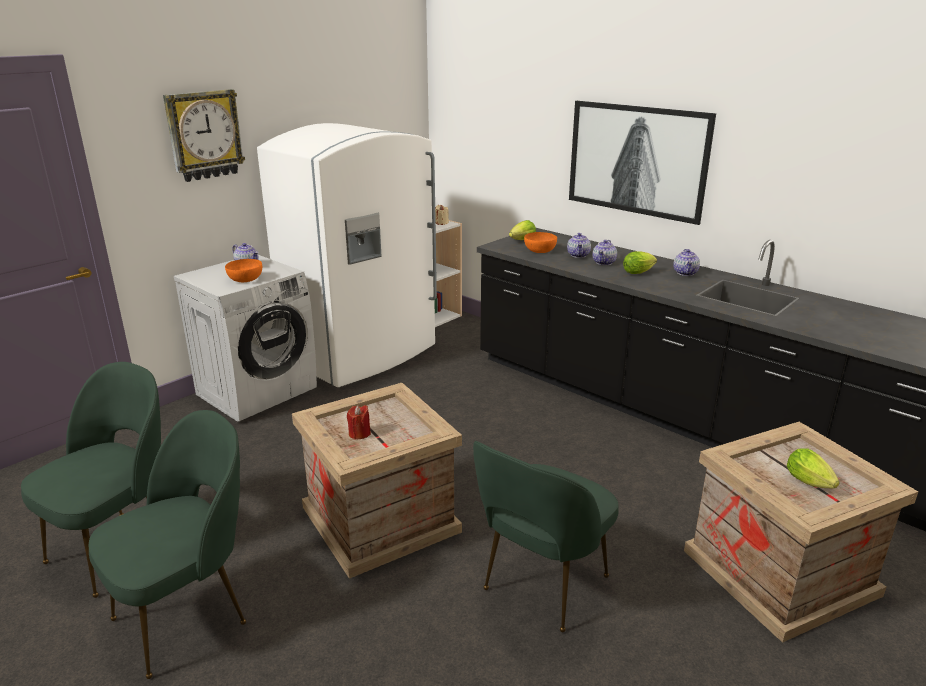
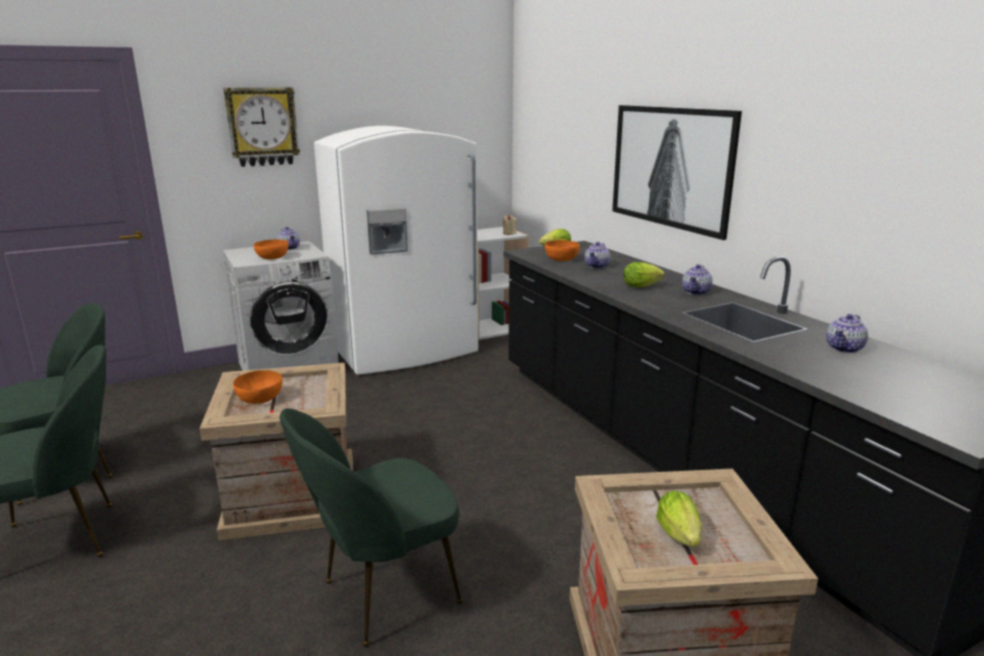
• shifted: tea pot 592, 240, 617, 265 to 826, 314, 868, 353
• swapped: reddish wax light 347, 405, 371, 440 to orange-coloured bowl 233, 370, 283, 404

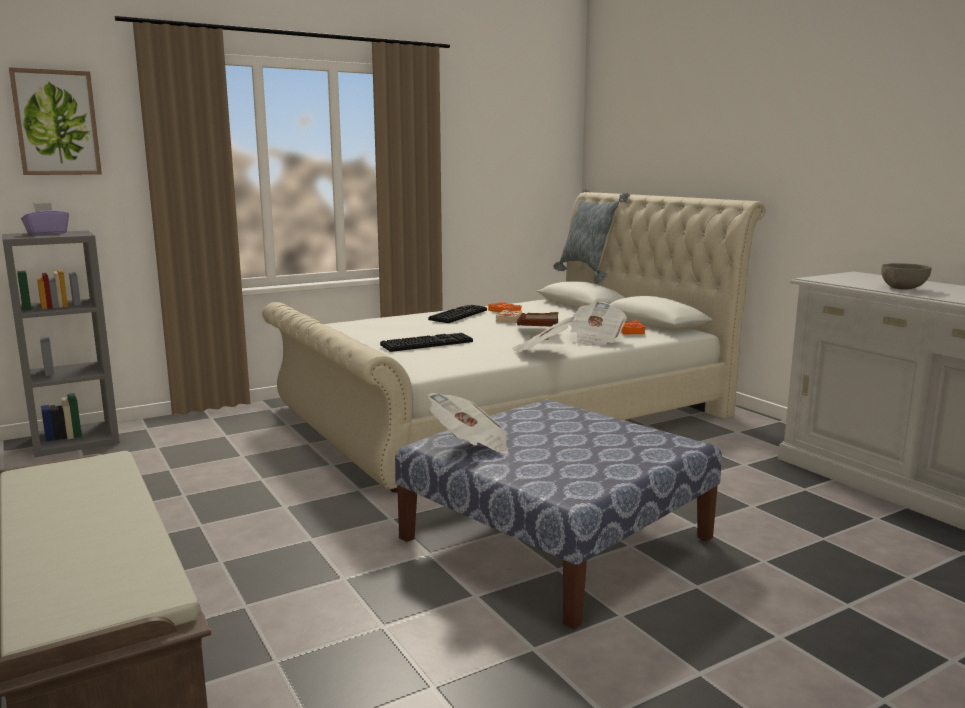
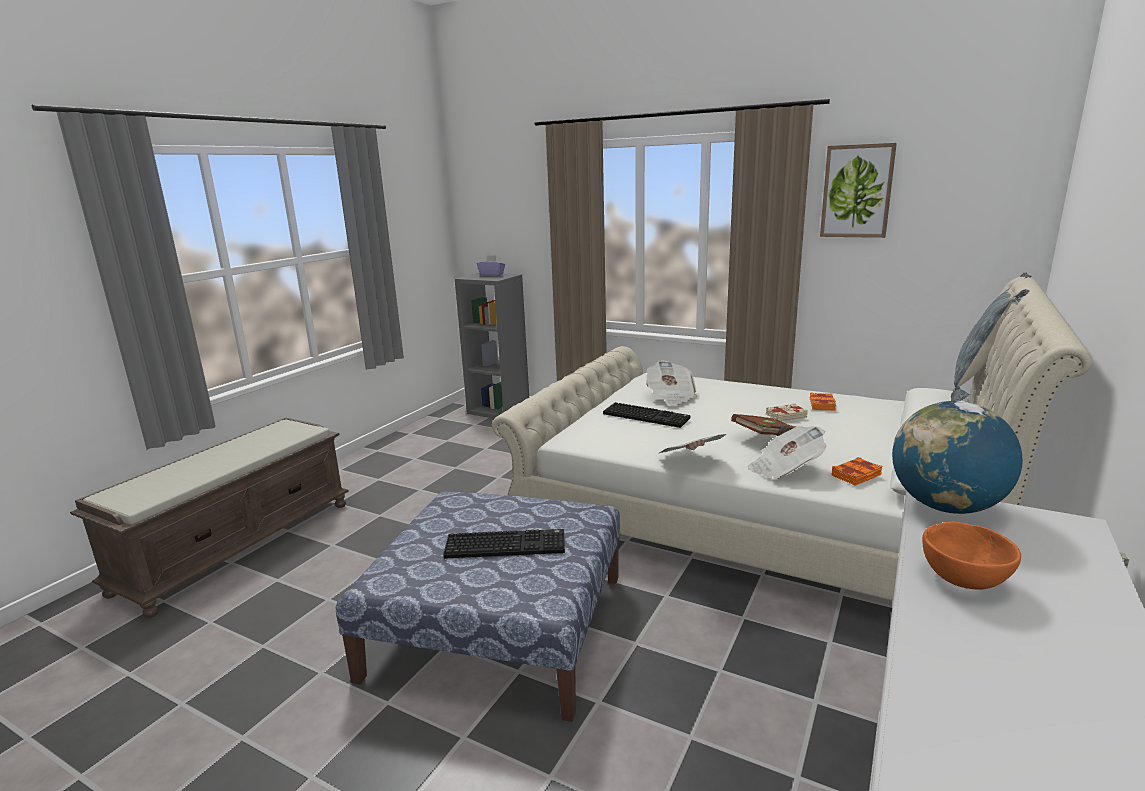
• new: world globe 892, 401, 1023, 514
• shifted: wall picture 9, 67, 102, 175 to 820, 143, 897, 238
• shifted: PC keyboard 428, 305, 487, 323 to 443, 529, 565, 559
• shifted: daily paper 428, 393, 508, 454 to 646, 360, 697, 406
• repainted: gray bowl 881, 263, 931, 289 to orange-coloured bowl 922, 522, 1021, 590

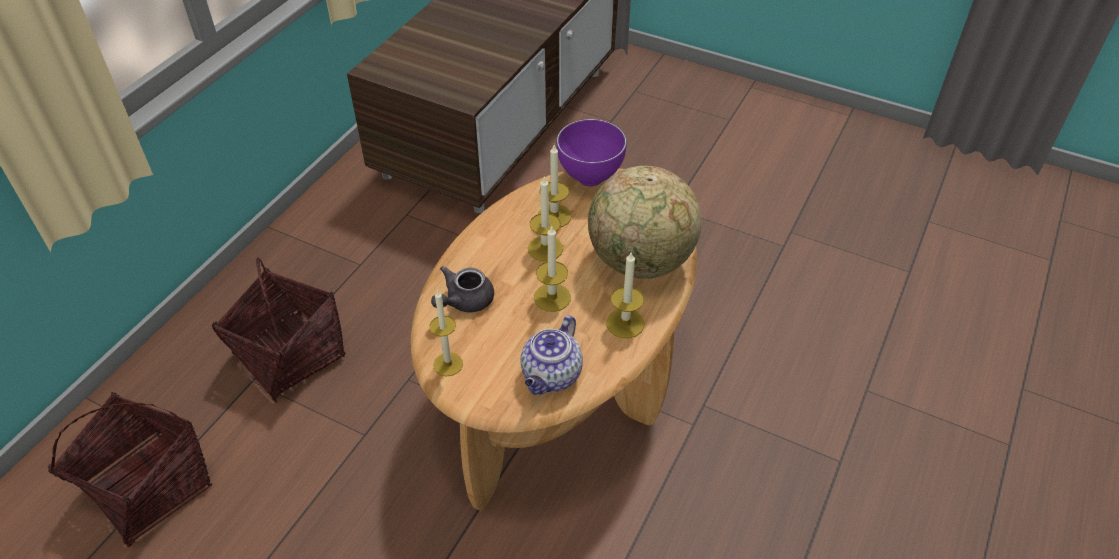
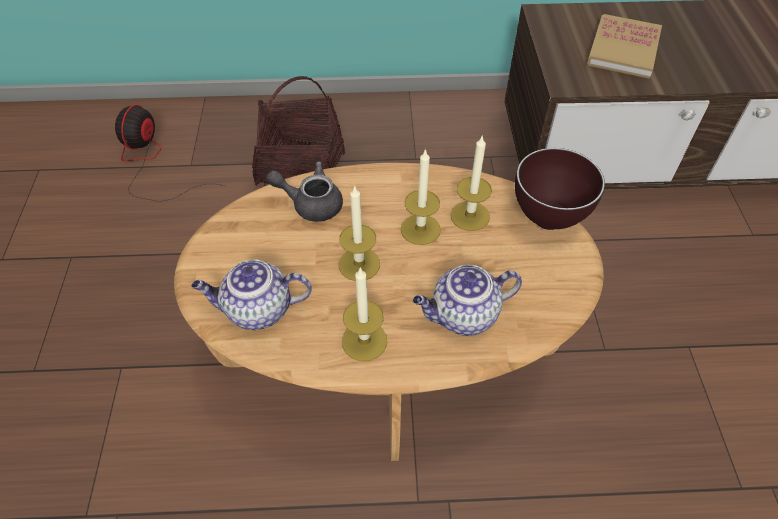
• gone: wax light 429, 290, 463, 376
• new: book 587, 14, 662, 79
• swapped: storage basket 48, 392, 212, 547 to cooling fan 115, 105, 225, 202
• swapped: world globe 588, 166, 702, 279 to tea pot 413, 265, 522, 336
• repainted: purple bowl 556, 119, 627, 186 to brown bowl 515, 148, 605, 230

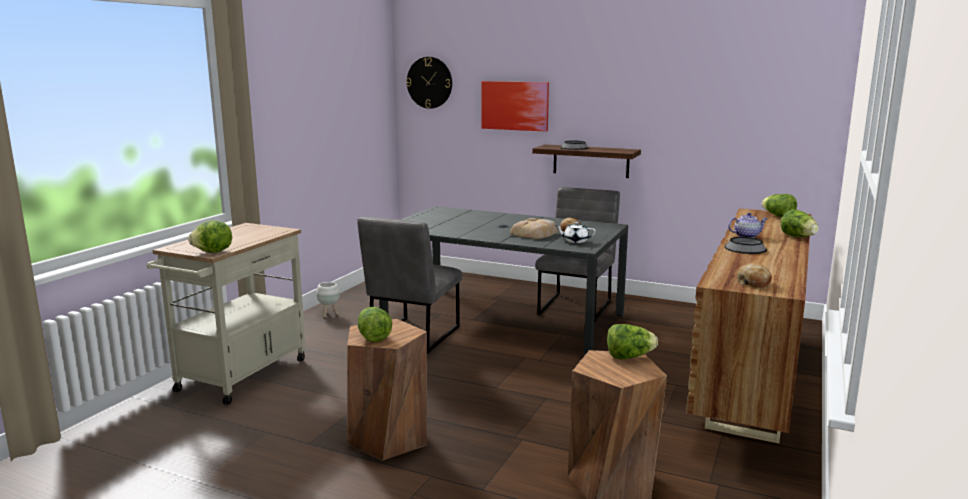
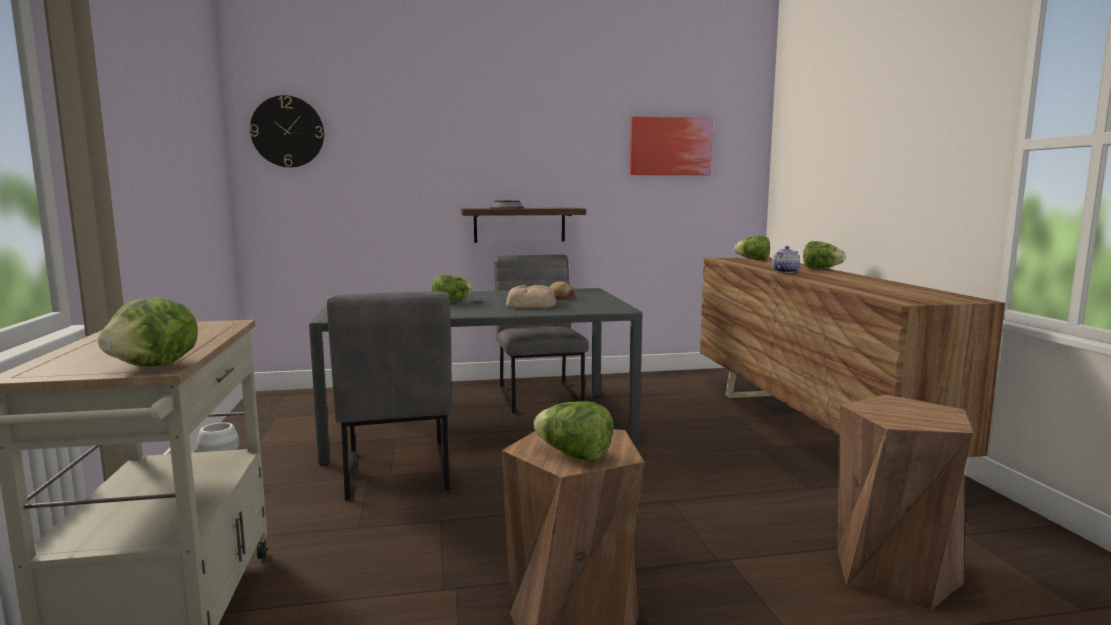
• gone: white-coloured tea pot 555, 222, 596, 243
• gone: bowl 724, 237, 767, 254
• gone: baked bread 737, 263, 772, 288
• shifted: wall picture 481, 81, 549, 132 to 630, 117, 713, 175
• shifted: lettuce head 607, 324, 658, 359 to 431, 275, 473, 303

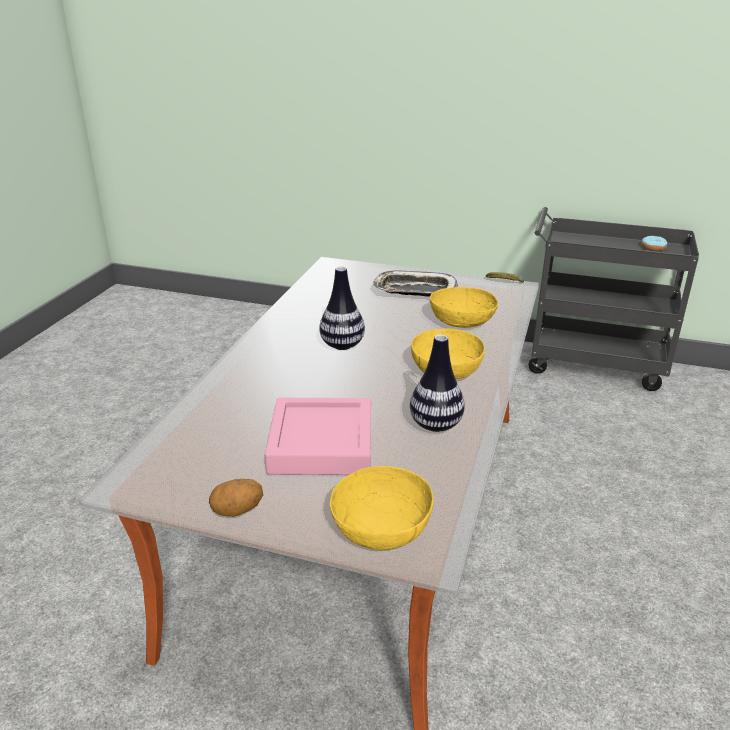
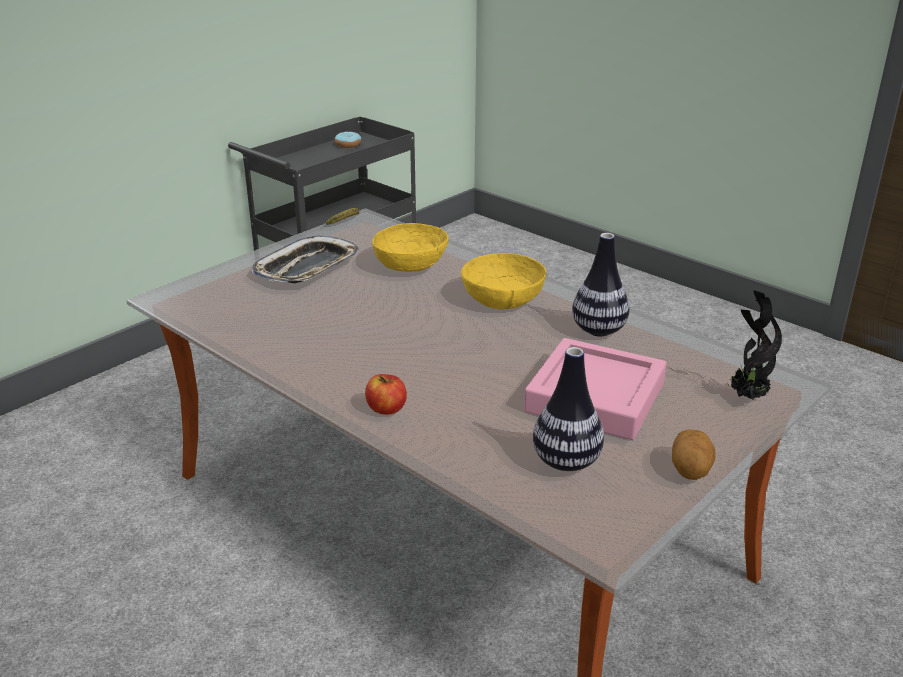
• new: apple fruit 365, 374, 407, 415
• shifted: flower vase 320, 266, 365, 350 to 533, 347, 604, 471
• swapped: yellow bowl 330, 466, 434, 550 to plant in a pot 728, 290, 782, 400

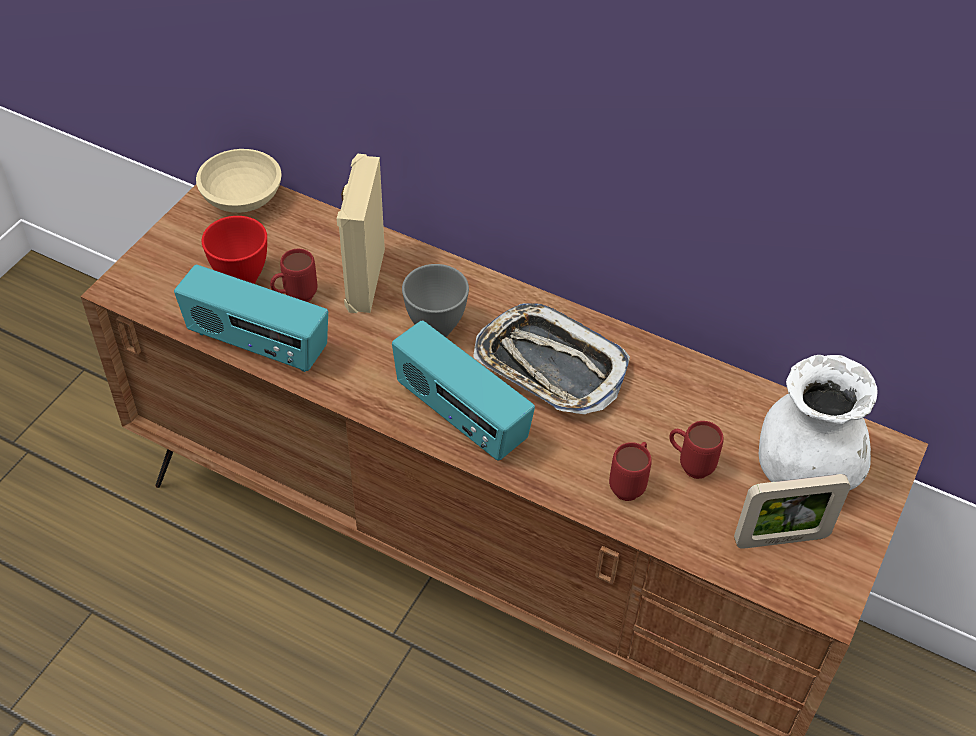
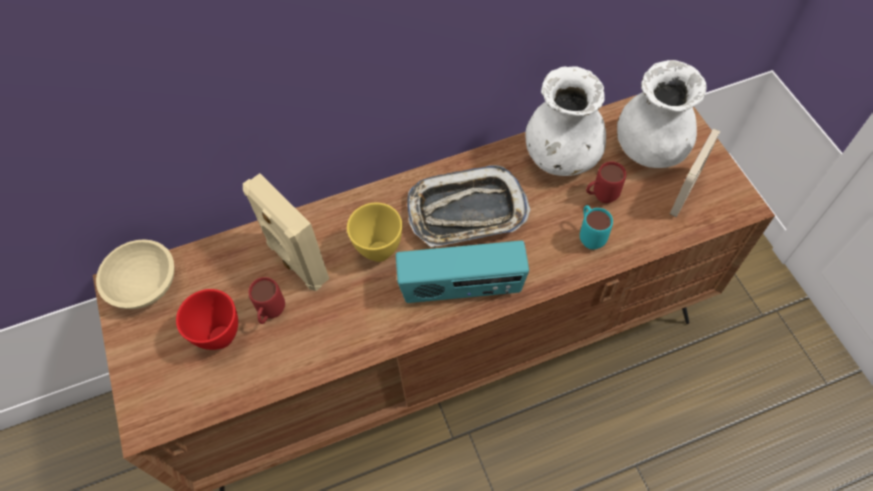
• gone: radio 174, 265, 328, 372
• new: white-coloured flower vase 525, 66, 606, 176
• repainted: gray bowl 402, 264, 469, 337 to yellow bowl 347, 203, 402, 262
• repainted: reddish coffee mug 609, 442, 652, 501 to turquoise-coloured coffee mug 580, 205, 613, 250

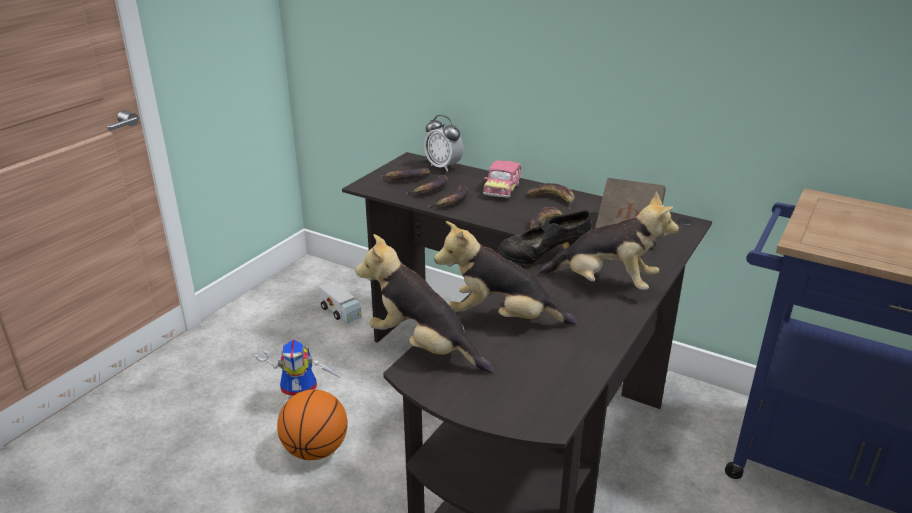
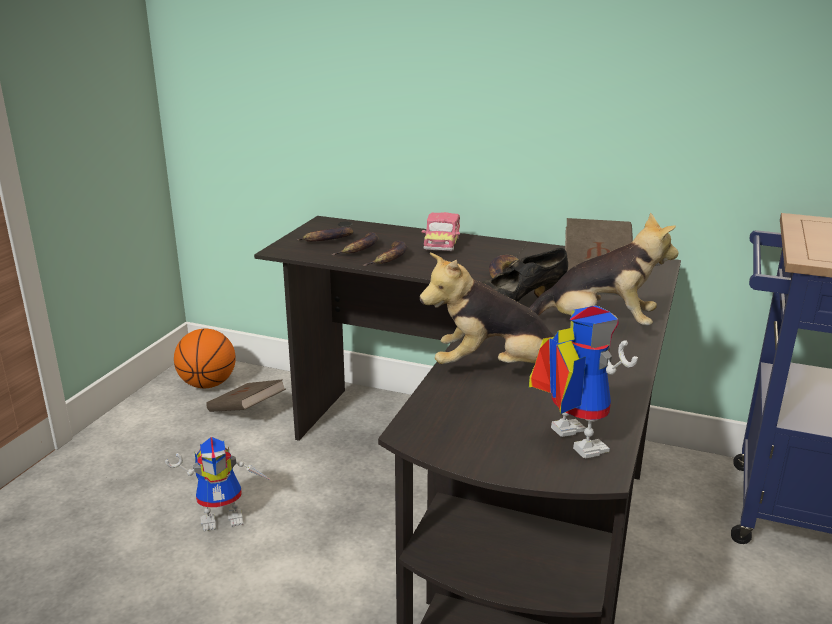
• gone: plush toy 355, 234, 495, 373
• gone: table clock 424, 115, 463, 172
• gone: whole banana 526, 183, 575, 210
• new: toy robot 529, 305, 638, 459
• shifted: basketball 277, 389, 348, 460 to 174, 329, 236, 388
• swapped: model truck 319, 281, 362, 323 to brown book 206, 379, 286, 412

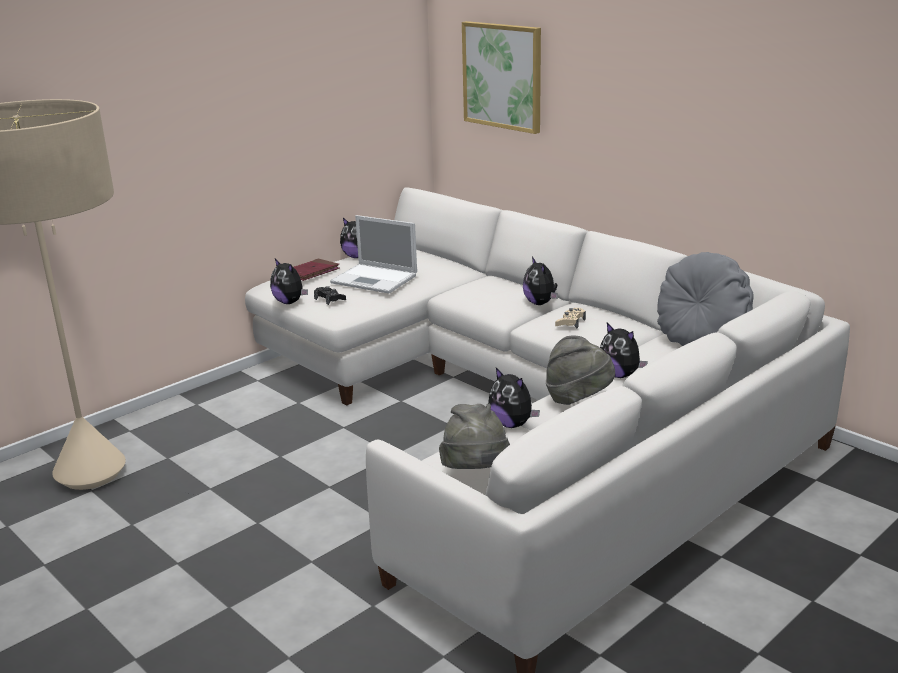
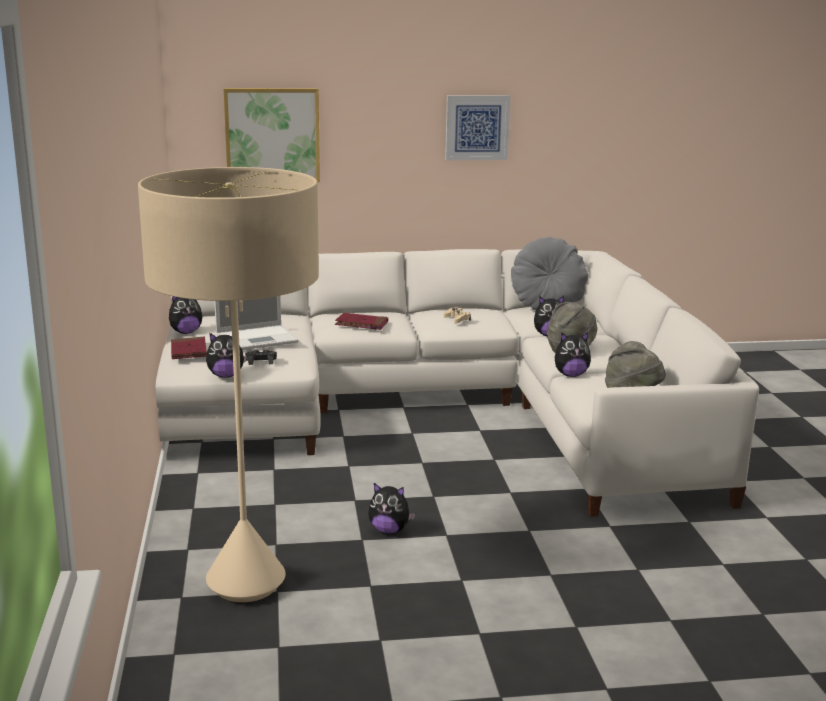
• new: reddish book 335, 313, 388, 330
• new: wall picture 445, 96, 510, 160
• shifted: plush toy 523, 257, 558, 305 to 368, 483, 416, 534

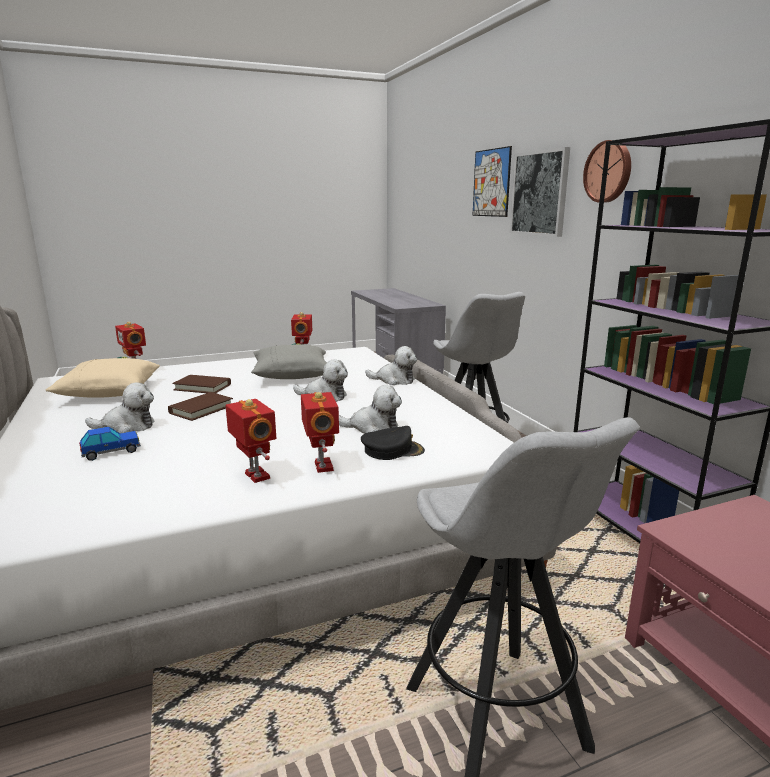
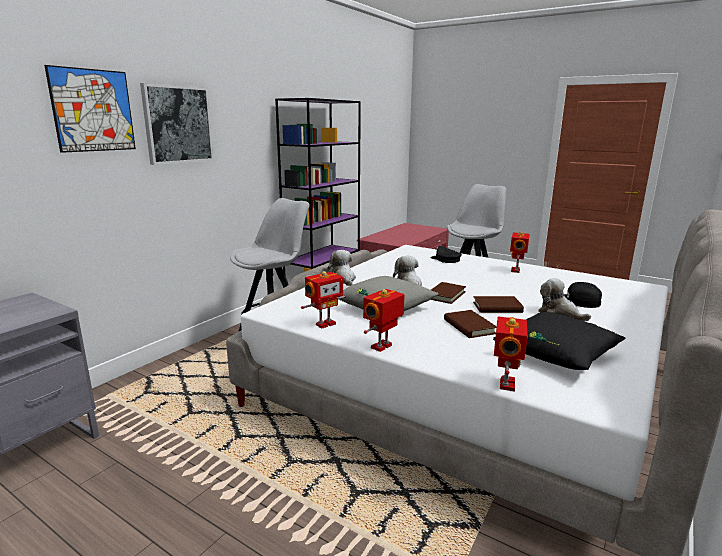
• gone: plush toy 339, 385, 402, 433
• gone: hanging clock 583, 140, 631, 203
• new: brown book 430, 282, 466, 304
• shifted: toy robot 301, 392, 339, 473 to 363, 289, 405, 352
• swapped: miniature car 79, 427, 141, 461 to black-coloured cap 564, 282, 602, 308
• repainted: beige throw pillow 46, 357, 160, 398 to black-coloured throw pillow 493, 312, 625, 370

